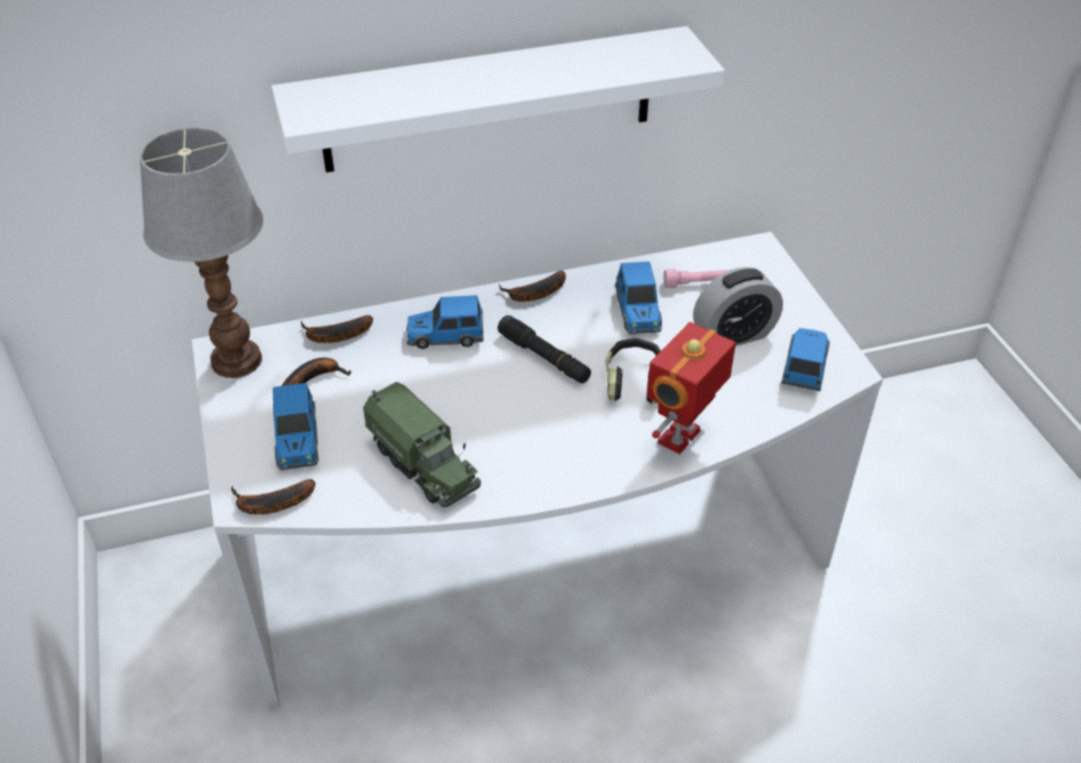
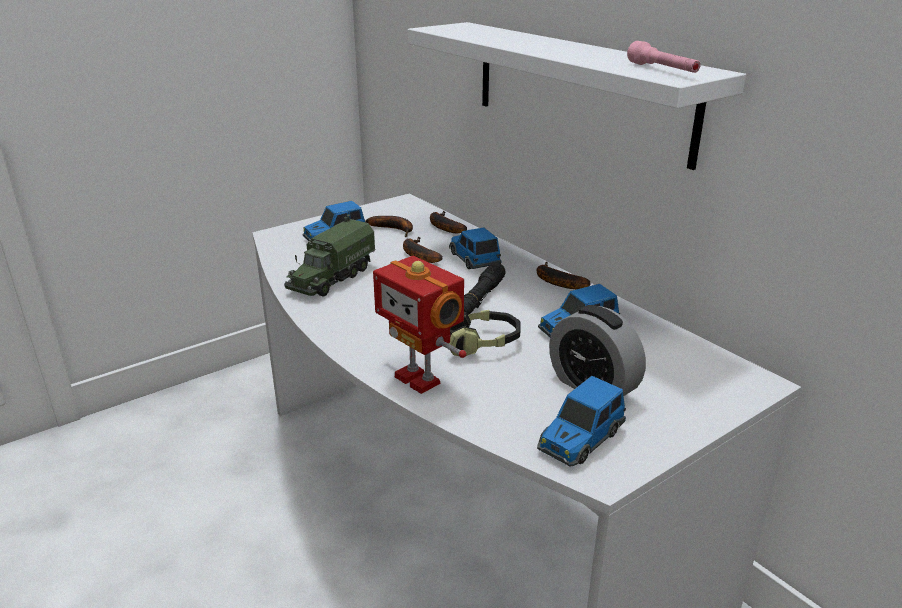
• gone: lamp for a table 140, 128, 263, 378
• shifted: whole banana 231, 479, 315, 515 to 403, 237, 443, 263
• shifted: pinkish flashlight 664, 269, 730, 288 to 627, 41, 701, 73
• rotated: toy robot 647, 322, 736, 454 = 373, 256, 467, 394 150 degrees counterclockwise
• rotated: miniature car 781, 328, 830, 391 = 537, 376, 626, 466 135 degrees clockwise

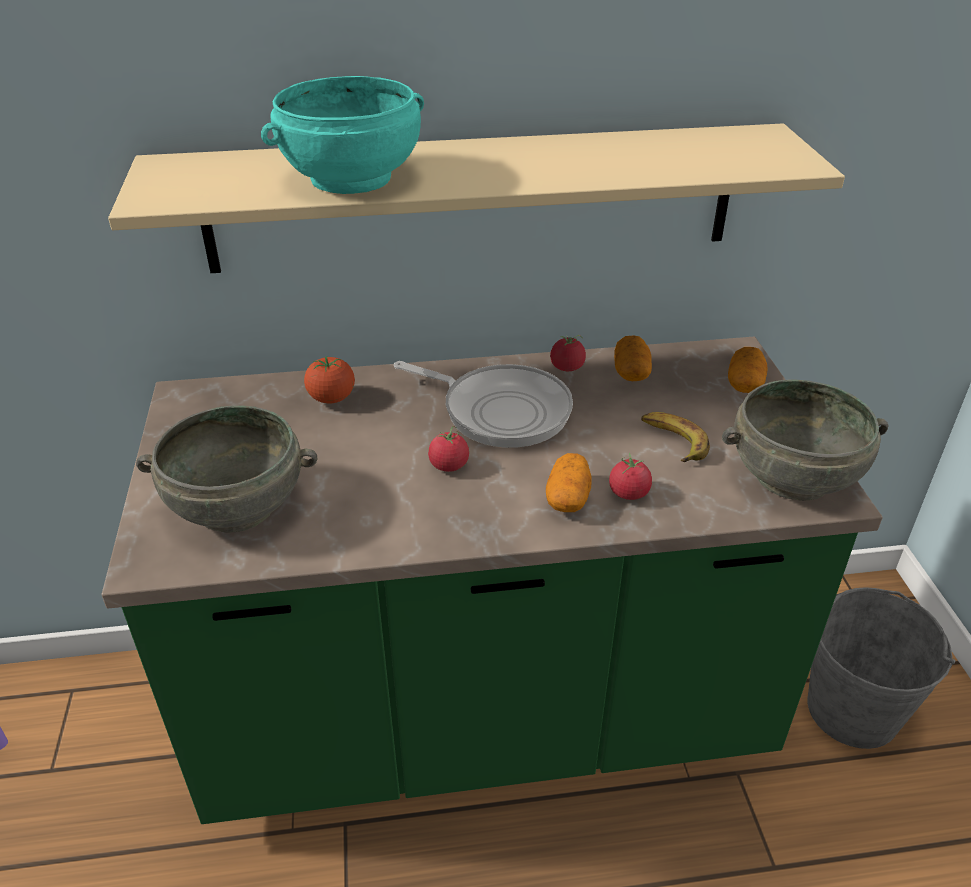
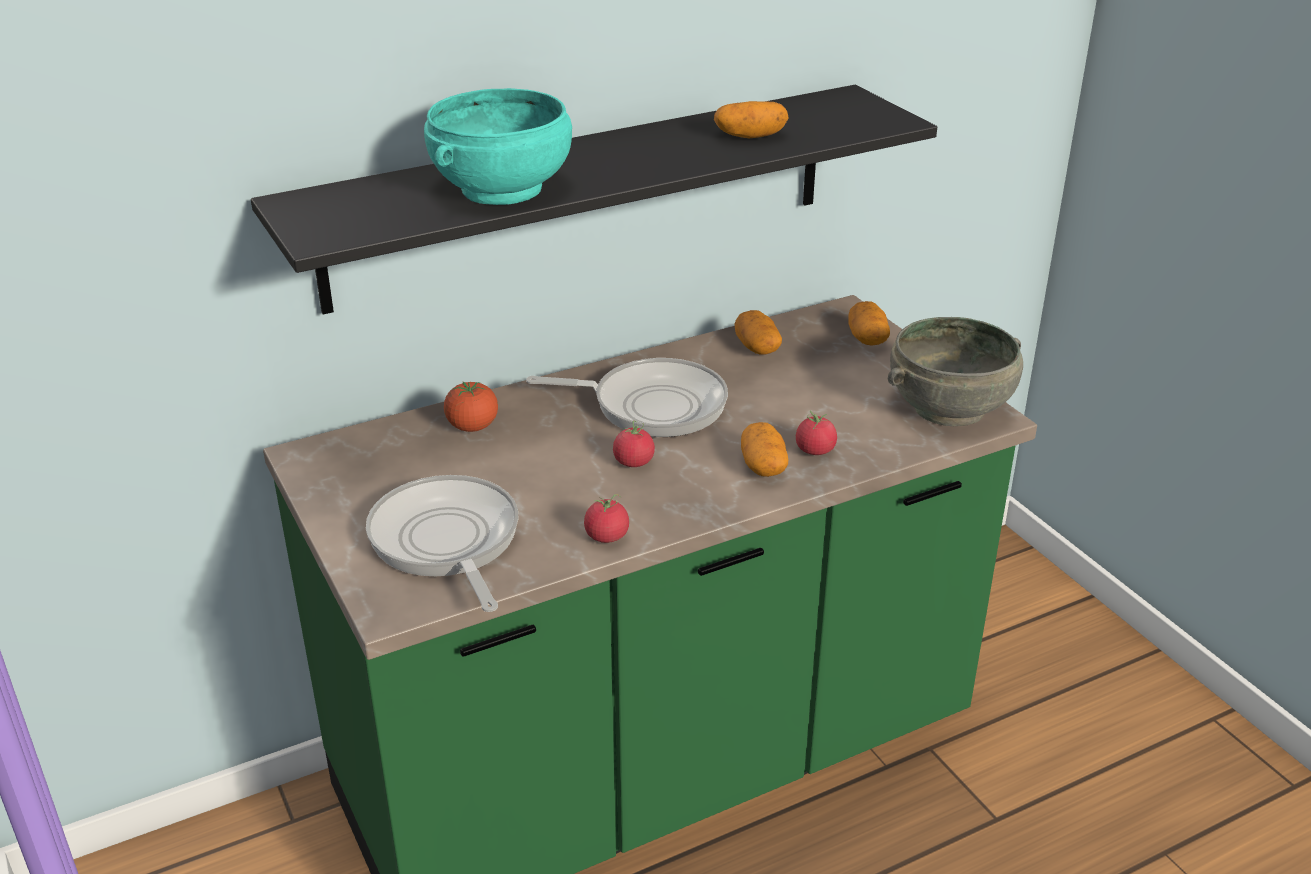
• gone: whole banana 641, 412, 710, 462
• gone: gray pail 808, 587, 955, 749
• new: spud 714, 101, 789, 138
• shifted: tomato 550, 335, 586, 371 to 584, 494, 629, 543
• swapped: gray bowl 136, 405, 317, 533 to skillet 366, 475, 519, 612
• repainted: beige bracket shelf 108, 124, 845, 273 to black-coloured bracket shelf 251, 85, 937, 315

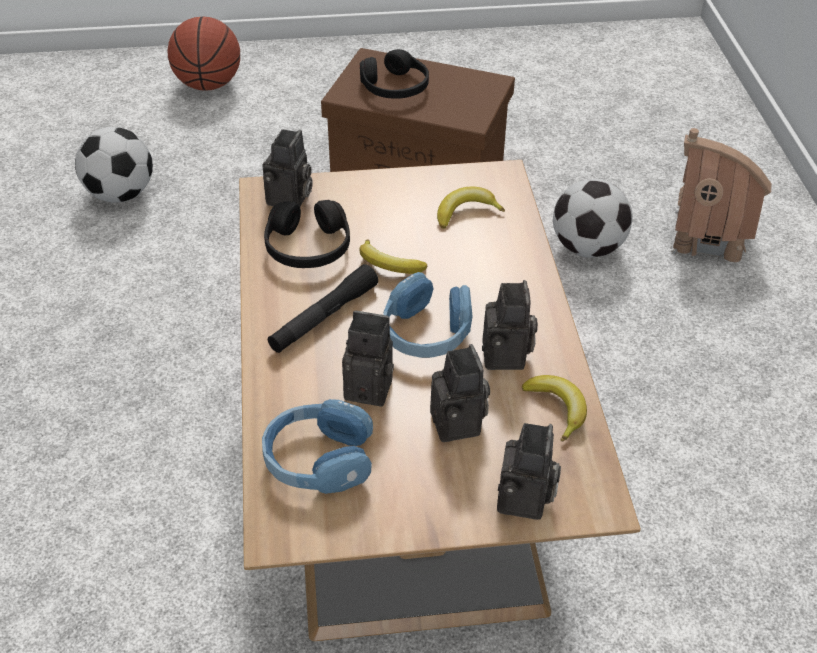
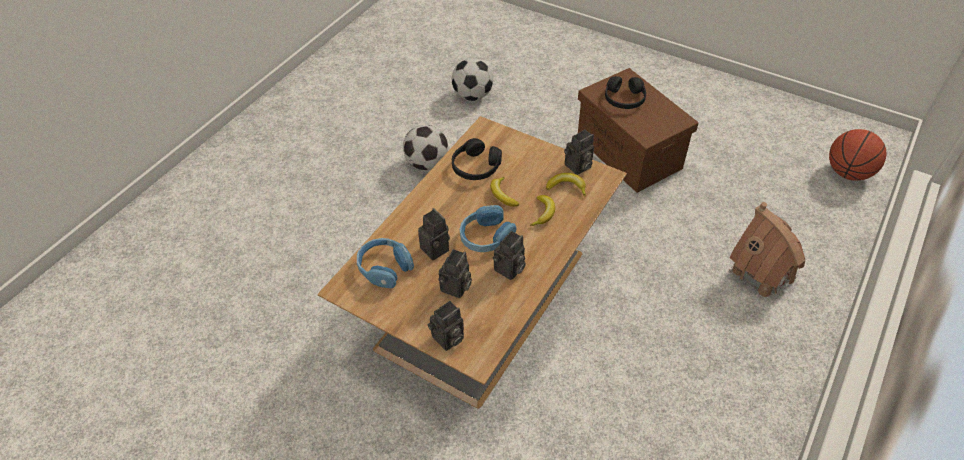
• gone: black-coloured flashlight 268, 264, 378, 353
• shifted: basketball 168, 17, 240, 91 to 829, 129, 886, 181
• shifted: photo camera 263, 129, 312, 206 to 564, 129, 594, 175
• shifted: whole banana 522, 375, 587, 442 to 530, 195, 555, 226
• shifted: football 553, 179, 633, 258 to 403, 125, 448, 170

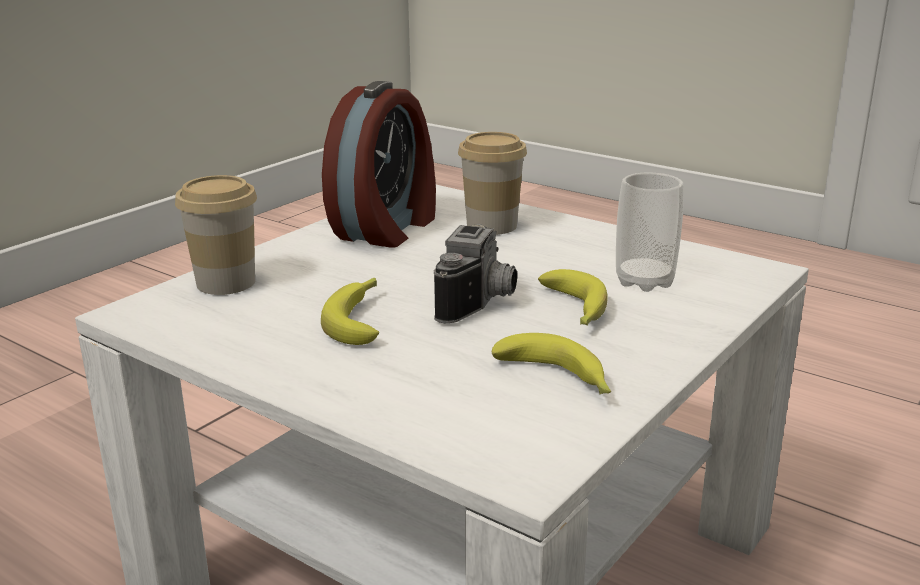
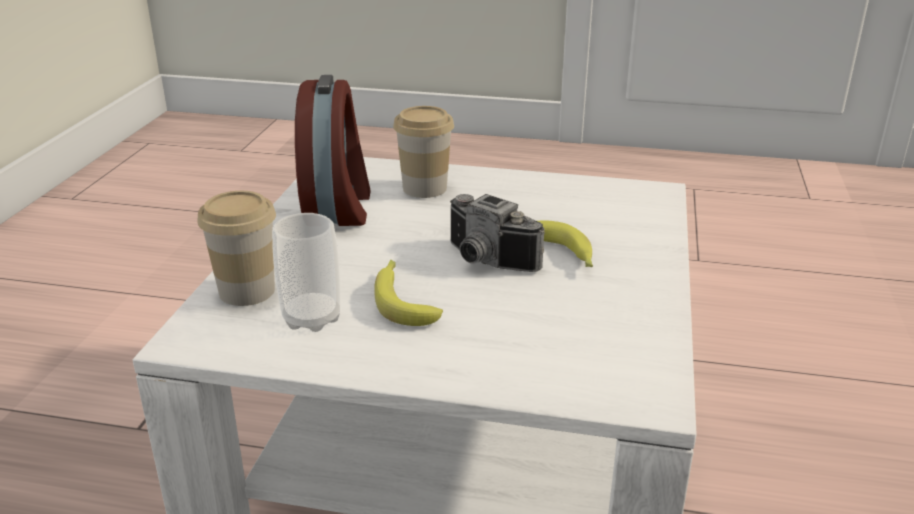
• gone: whole banana 492, 333, 611, 394
• shifted: cup 616, 173, 684, 292 to 272, 213, 340, 332
• rotated: photo camera 434, 224, 517, 324 = 450, 194, 545, 272 135 degrees clockwise

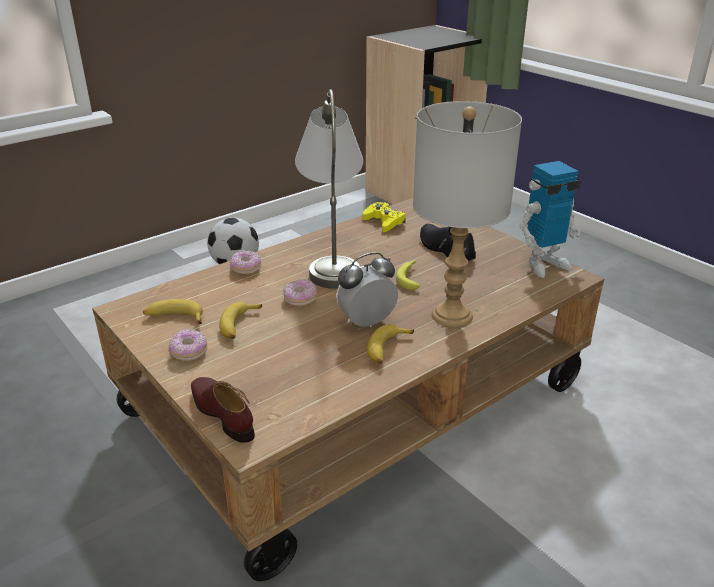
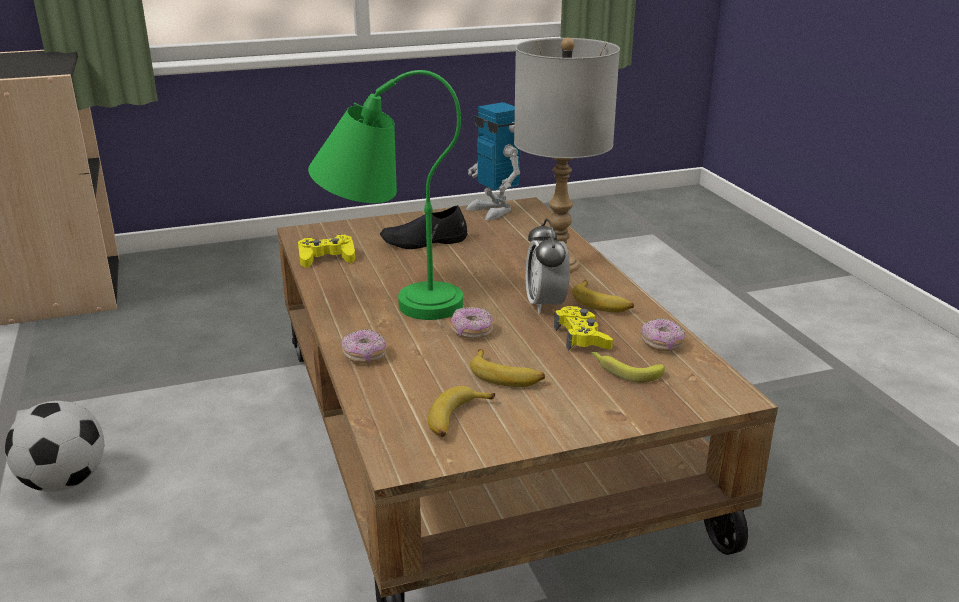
• gone: brown shoe 191, 377, 255, 443
• new: yellow game controller 554, 306, 613, 351
• shifted: doughnut 169, 329, 208, 361 to 641, 318, 685, 351
• shifted: whole banana 396, 260, 421, 290 to 591, 352, 665, 383
• repainted: gray lamp for a table 295, 89, 363, 288 to green lamp for a table 308, 70, 463, 320
• rotated: toy robot 520, 161, 582, 278 = 466, 102, 520, 221 150 degrees clockwise

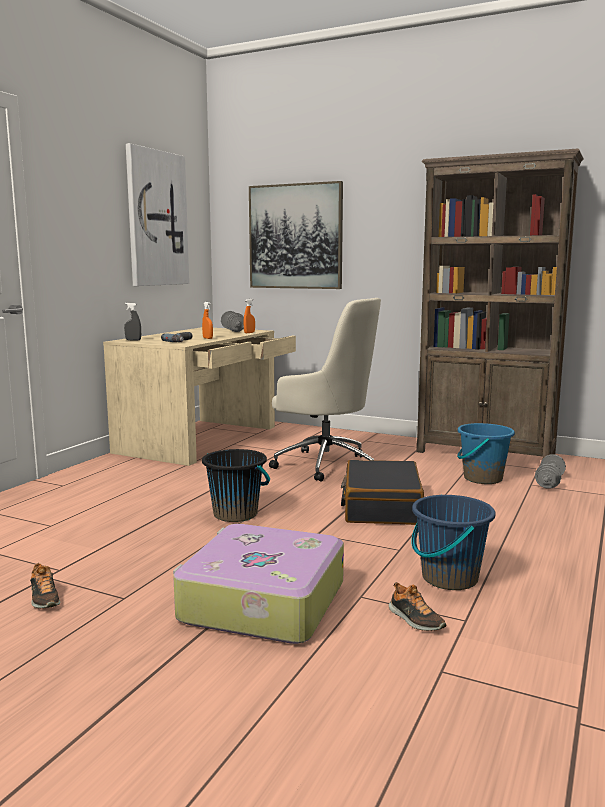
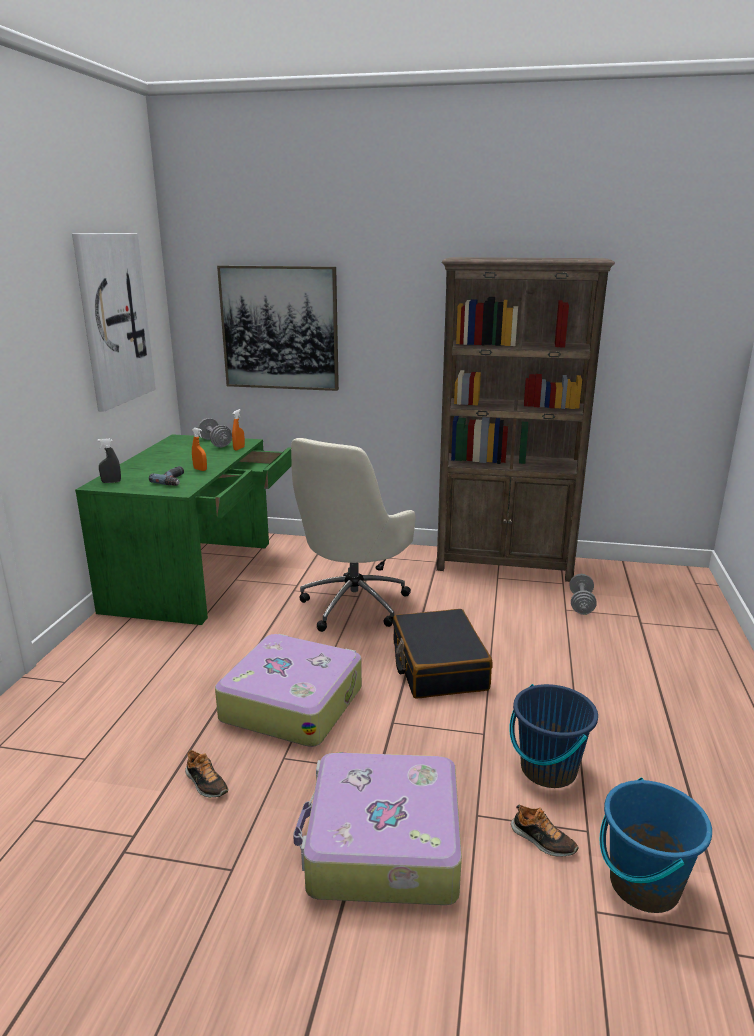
• shifted: shoe 30, 563, 60, 608 to 185, 750, 229, 797
• shifted: blue pail 457, 423, 515, 484 to 599, 777, 712, 913
• swapped: black-coloured pail 202, 449, 270, 522 to piece of luggage 215, 634, 362, 747
• repainted: beige desk 103, 327, 296, 466 to green desk 75, 434, 292, 625
• rotated: beige computer chair 269, 298, 381, 482 = 291, 438, 415, 632 105 degrees clockwise

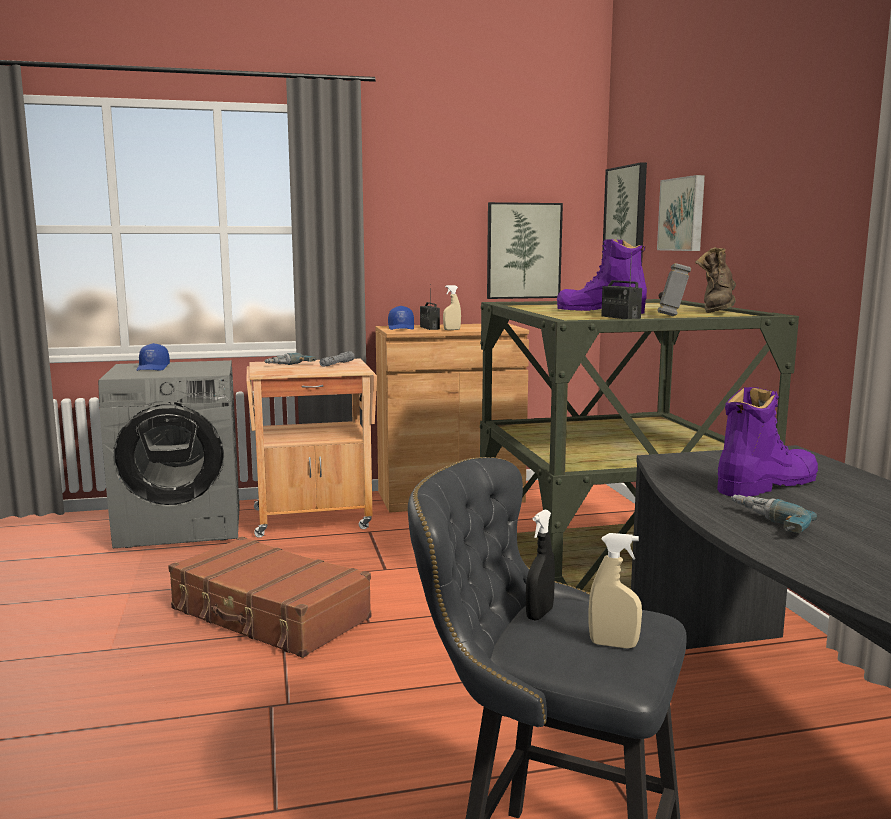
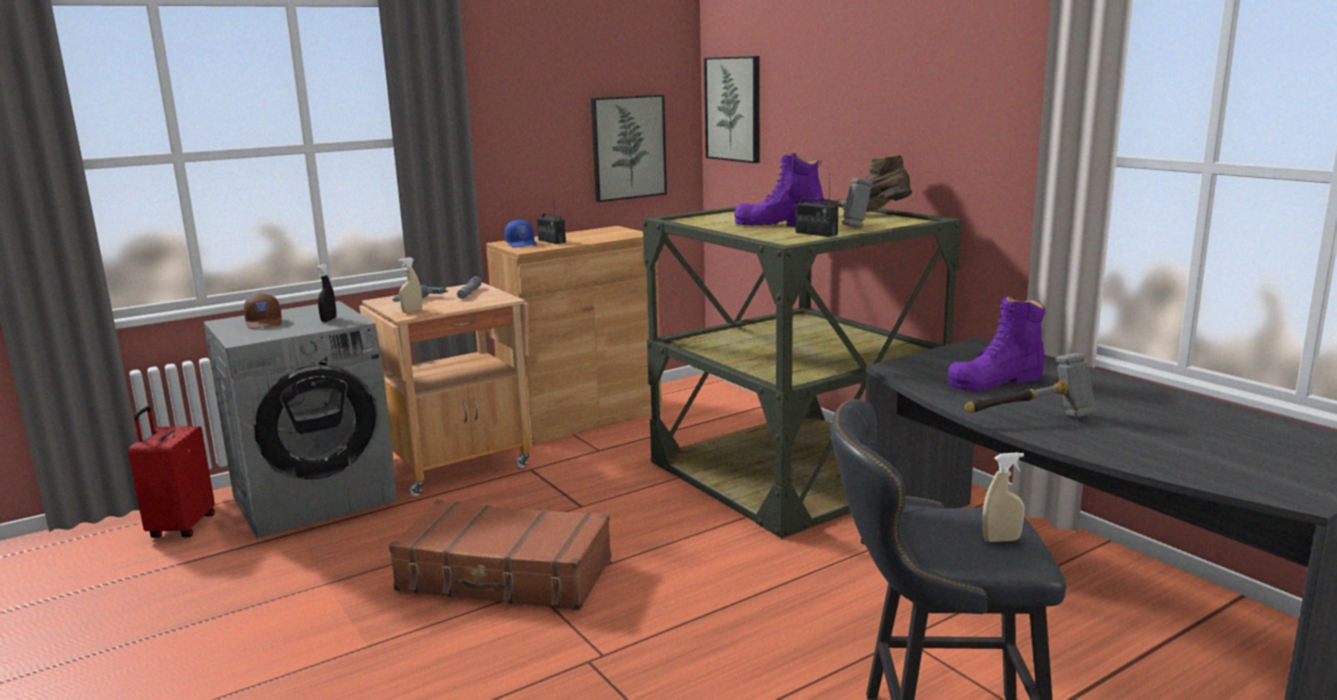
• gone: wall picture 657, 175, 705, 251
• new: reddish piece of luggage 128, 406, 215, 538
• shifted: beige hand sprayer 443, 285, 461, 330 to 398, 257, 422, 313
• shifted: black-coloured hand sprayer 526, 509, 555, 621 to 316, 264, 336, 322
• swapped: electric drill 731, 495, 817, 533 to hammer 964, 353, 1096, 417
• repainted: blue cap 136, 343, 170, 371 to brown cap 244, 294, 282, 329
• rotated: brown high-top boot 695, 247, 736, 313 = 842, 155, 912, 212 120 degrees clockwise
• rotated: purple high-top boot 717, 387, 818, 497 = 948, 295, 1045, 391 150 degrees counterclockwise

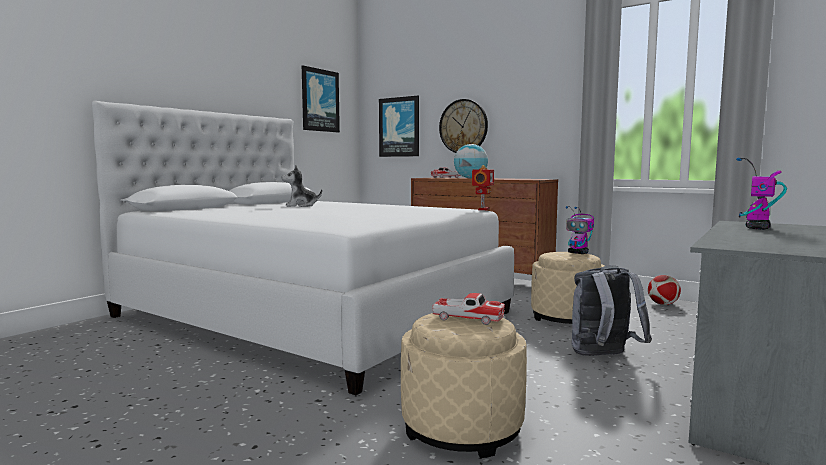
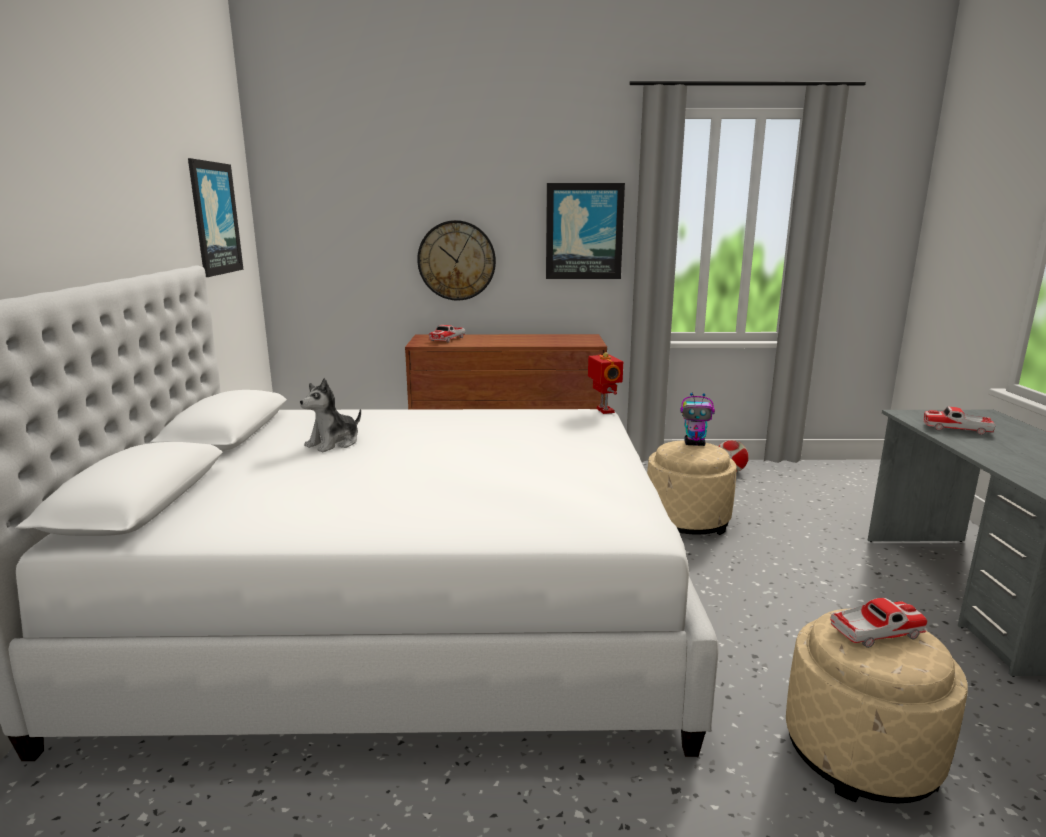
• gone: world globe 454, 144, 488, 178
• gone: gray backpack 571, 265, 652, 356
• shifted: wall picture 379, 96, 419, 157 to 546, 183, 625, 279
• swapped: toy robot 736, 157, 787, 230 to miniature car 924, 407, 995, 435

